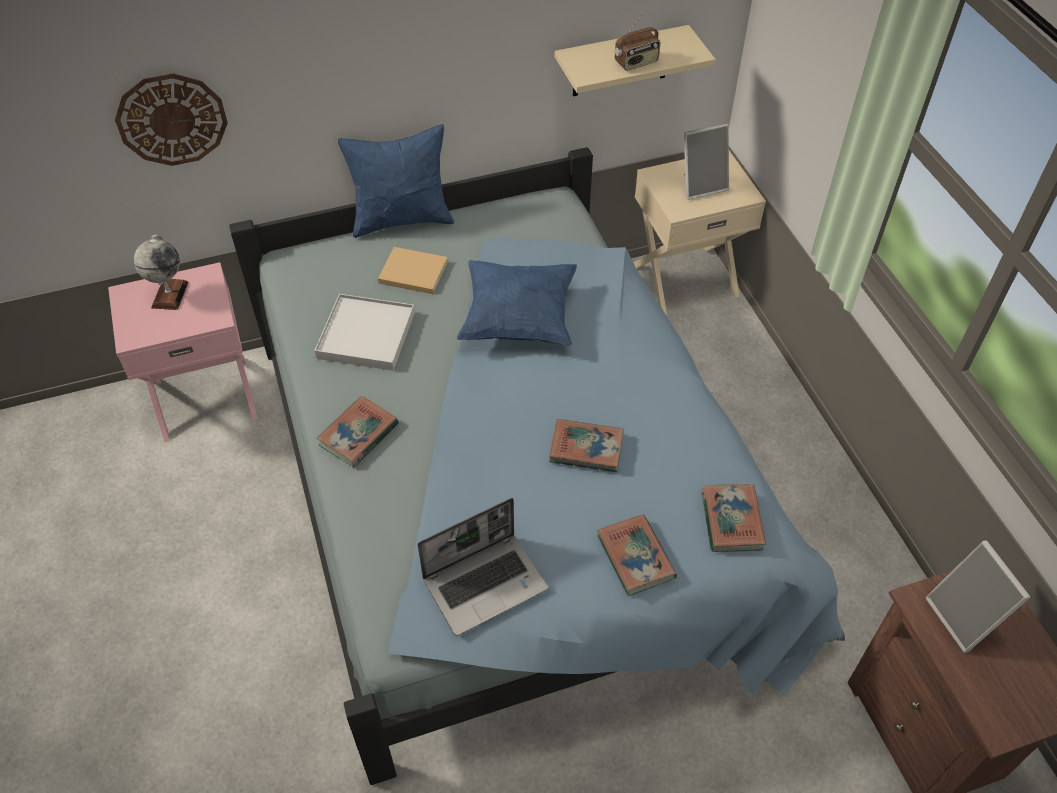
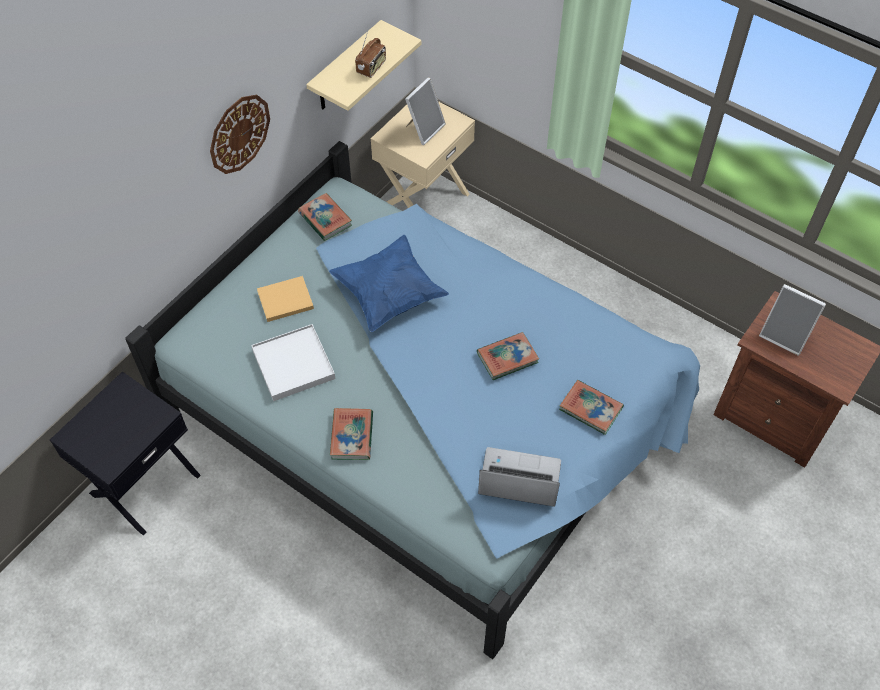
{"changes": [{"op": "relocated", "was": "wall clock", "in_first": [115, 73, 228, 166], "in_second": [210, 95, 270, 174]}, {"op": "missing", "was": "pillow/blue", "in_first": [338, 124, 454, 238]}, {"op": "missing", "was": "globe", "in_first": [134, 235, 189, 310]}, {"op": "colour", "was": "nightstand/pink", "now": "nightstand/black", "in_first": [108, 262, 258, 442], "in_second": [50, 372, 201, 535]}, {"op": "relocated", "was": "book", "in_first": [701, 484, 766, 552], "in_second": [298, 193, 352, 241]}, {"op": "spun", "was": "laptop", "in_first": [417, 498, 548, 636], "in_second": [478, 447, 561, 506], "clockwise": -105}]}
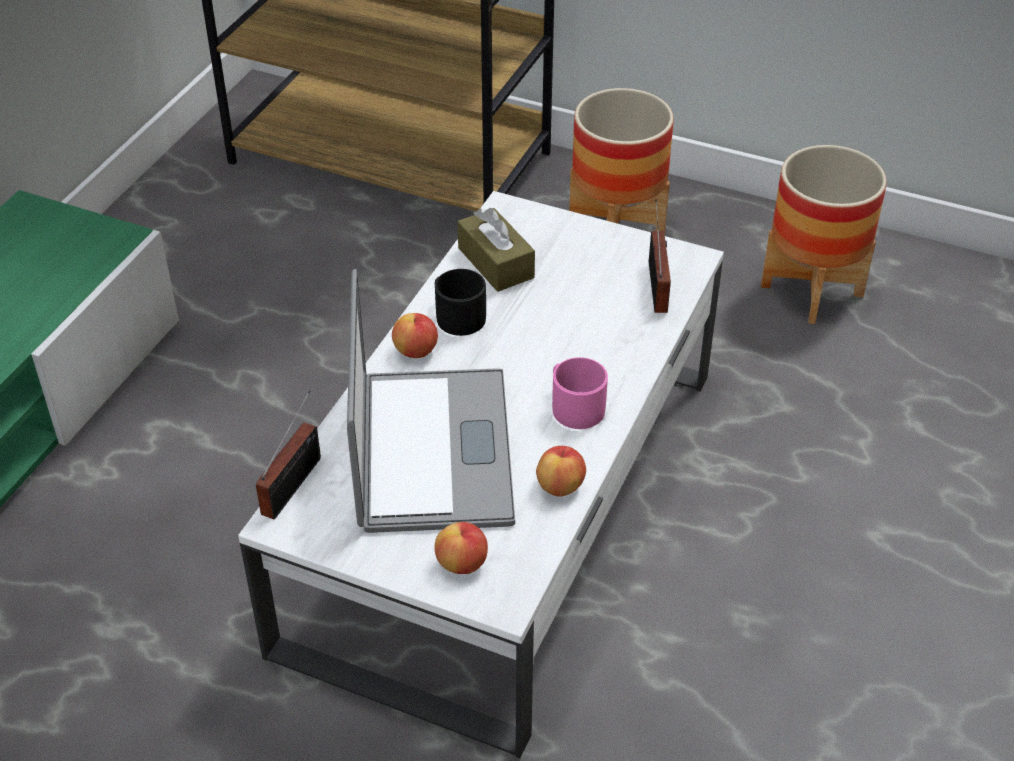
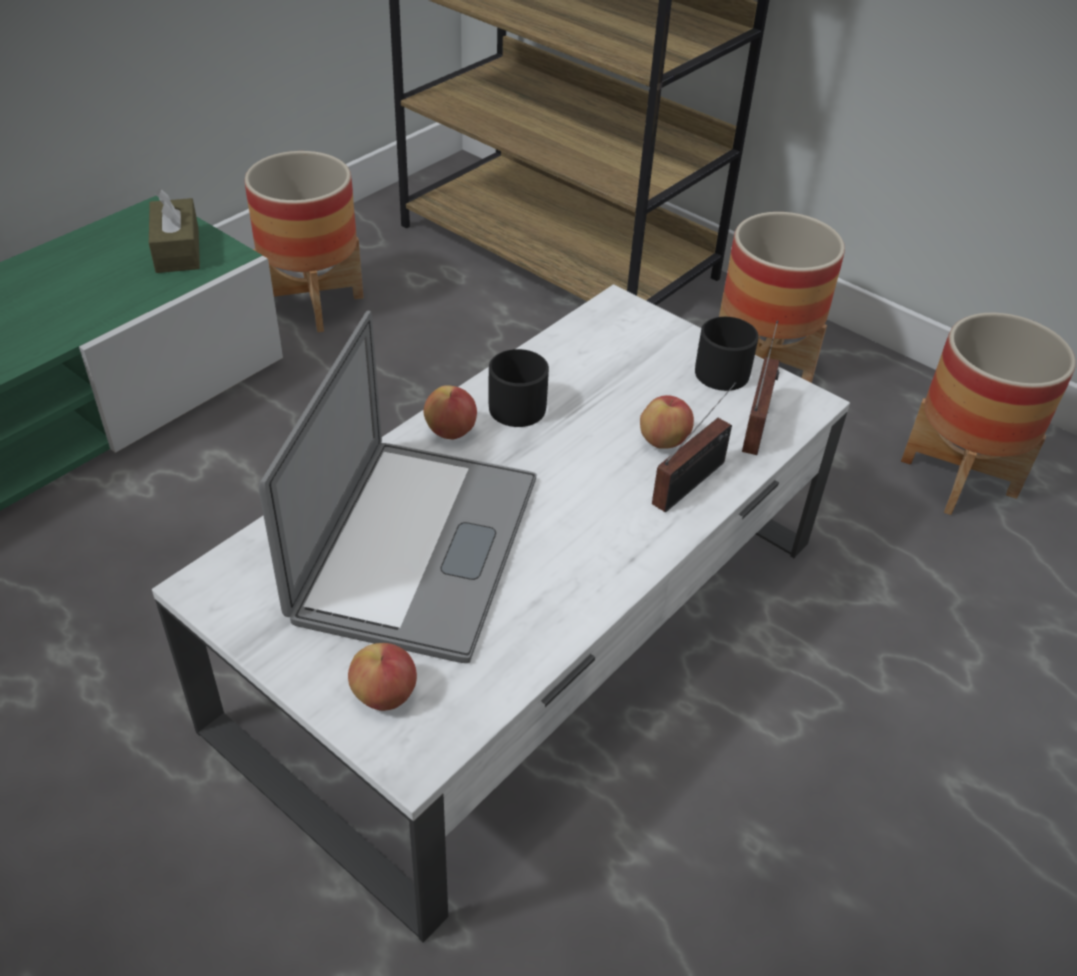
{"changes": [{"op": "relocated", "was": "tissue box/brown", "in_first": [458, 208, 535, 292], "in_second": [149, 188, 200, 273]}, {"op": "missing", "was": "mug/pink", "in_first": [552, 357, 608, 429]}, {"op": "relocated", "was": "radio", "in_first": [256, 390, 321, 519], "in_second": [652, 382, 737, 512]}, {"op": "relocated", "was": "apple", "in_first": [536, 446, 586, 497], "in_second": [640, 395, 694, 449]}, {"op": "appeared", "now": "planter", "in_second": [245, 151, 363, 332]}, {"op": "appeared", "now": "mug/black", "in_second": [695, 317, 759, 391]}]}
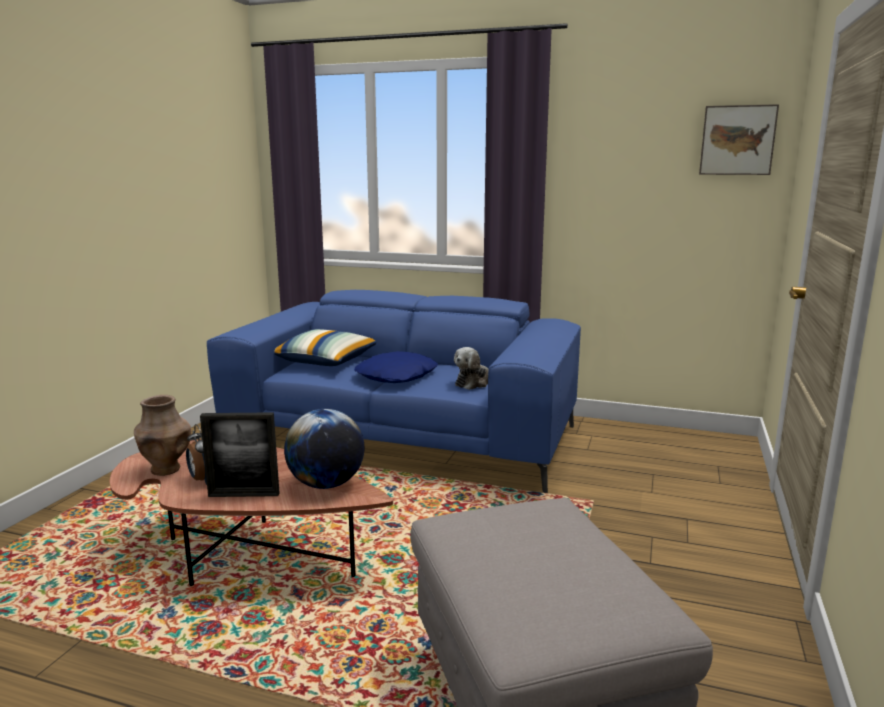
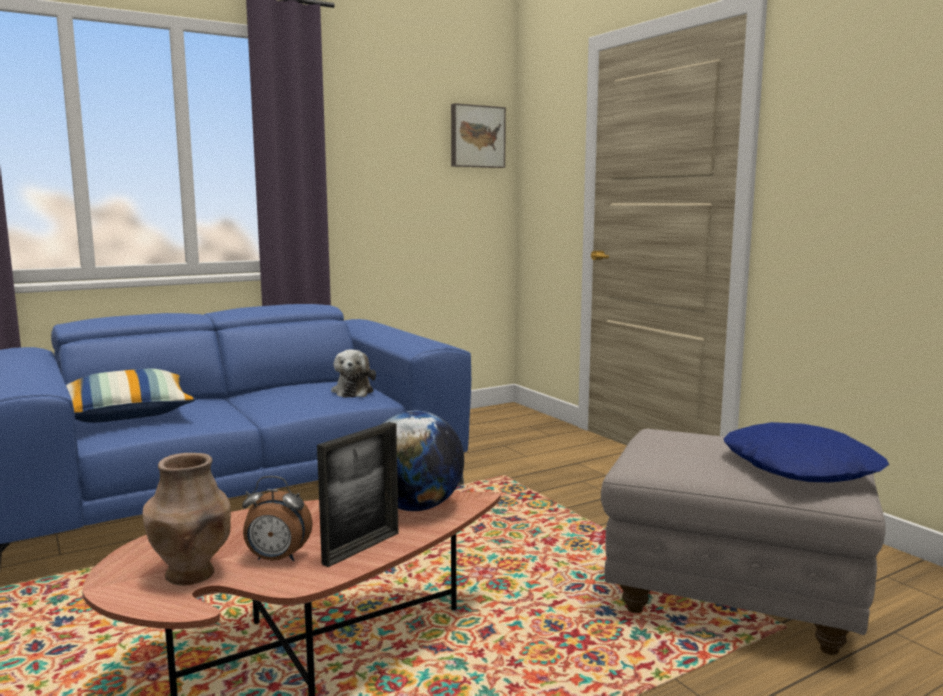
{"changes": [{"op": "relocated", "was": "pillow/blue", "in_first": [354, 351, 438, 383], "in_second": [724, 422, 889, 482]}]}
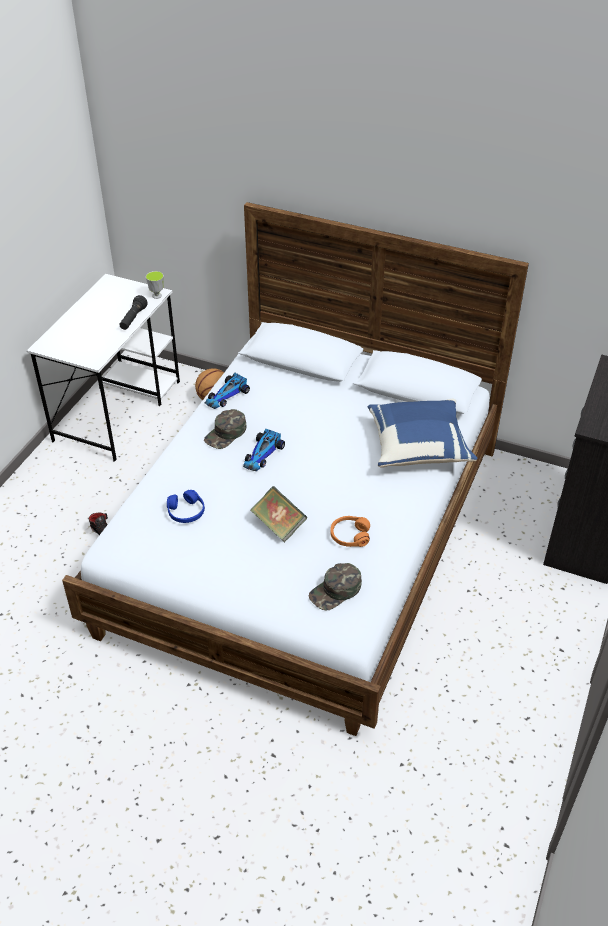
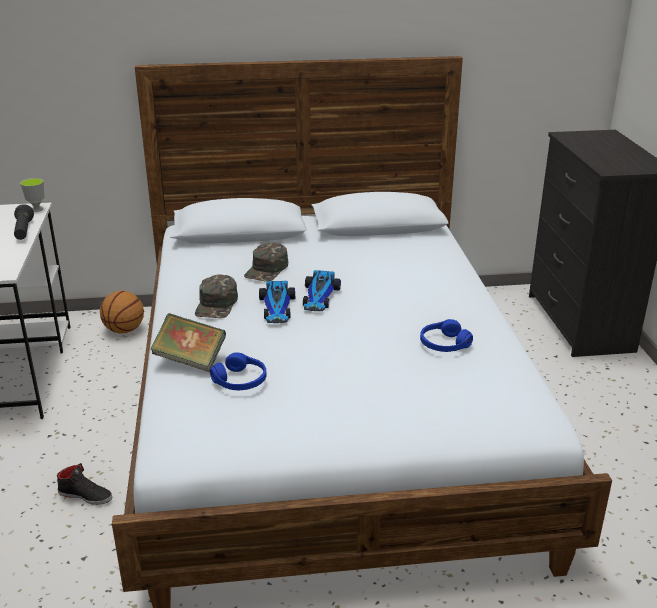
{"changes": [{"op": "relocated", "was": "toy car", "in_first": [205, 373, 250, 409], "in_second": [303, 270, 341, 311]}, {"op": "missing", "was": "pillow/blue", "in_first": [368, 398, 477, 468]}, {"op": "relocated", "was": "book", "in_first": [250, 486, 308, 542], "in_second": [151, 313, 226, 372]}, {"op": "colour", "was": "headphones/orange", "now": "headphones/blue", "in_first": [330, 516, 370, 547], "in_second": [420, 319, 473, 352]}, {"op": "relocated", "was": "cap/green", "in_first": [309, 563, 362, 610], "in_second": [244, 243, 288, 282]}]}
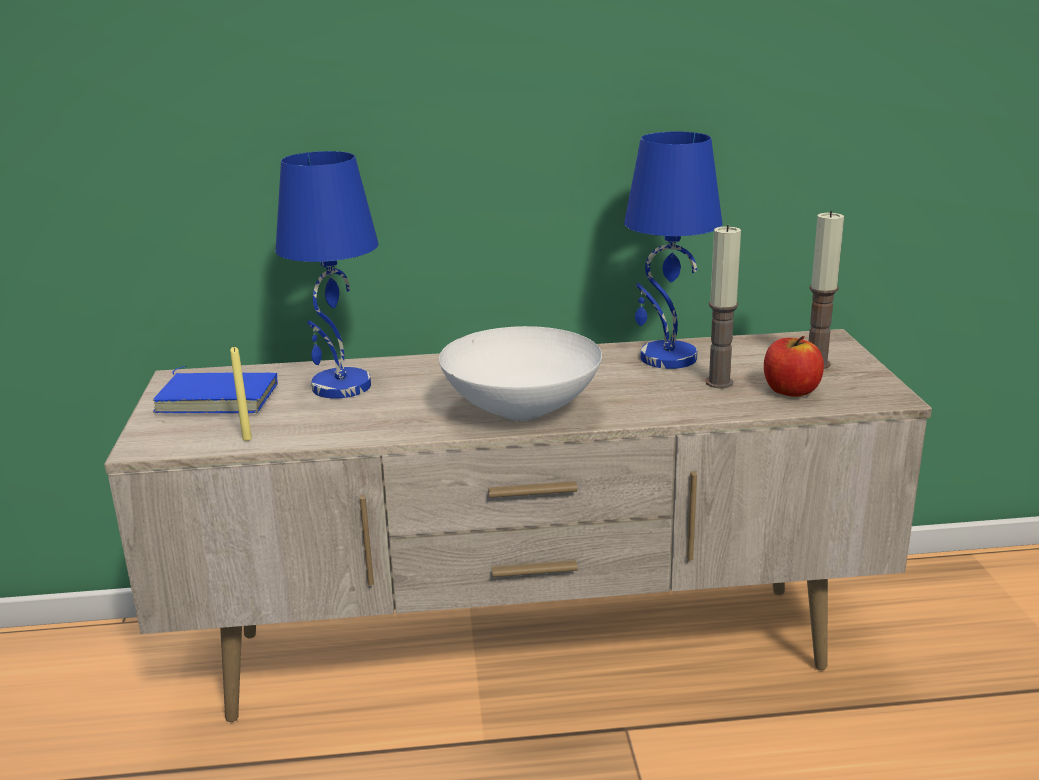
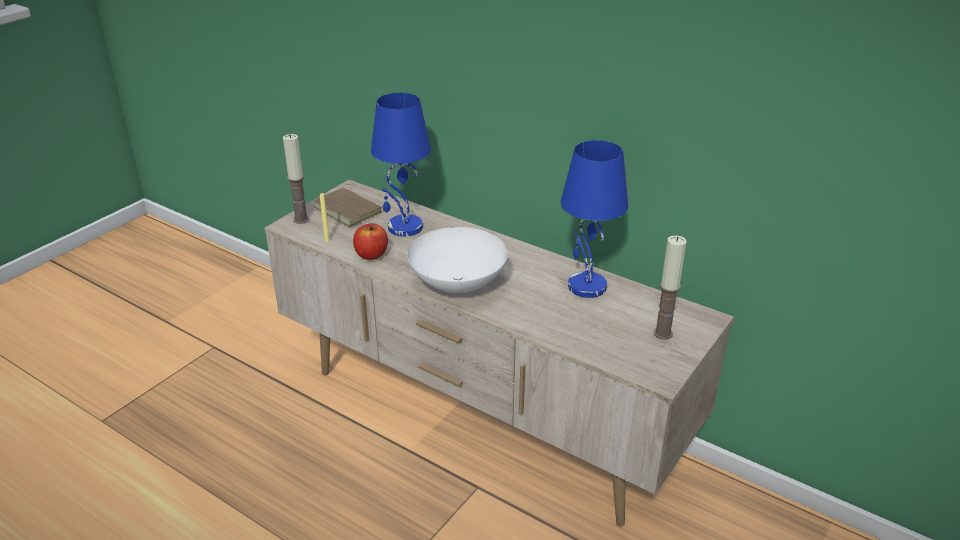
{"changes": [{"op": "relocated", "was": "candle", "in_first": [705, 225, 741, 388], "in_second": [283, 134, 309, 224]}, {"op": "relocated", "was": "apple", "in_first": [764, 336, 824, 397], "in_second": [353, 223, 388, 260]}, {"op": "colour", "was": "book/blue", "now": "book/brown", "in_first": [152, 366, 278, 413], "in_second": [313, 184, 382, 227]}]}
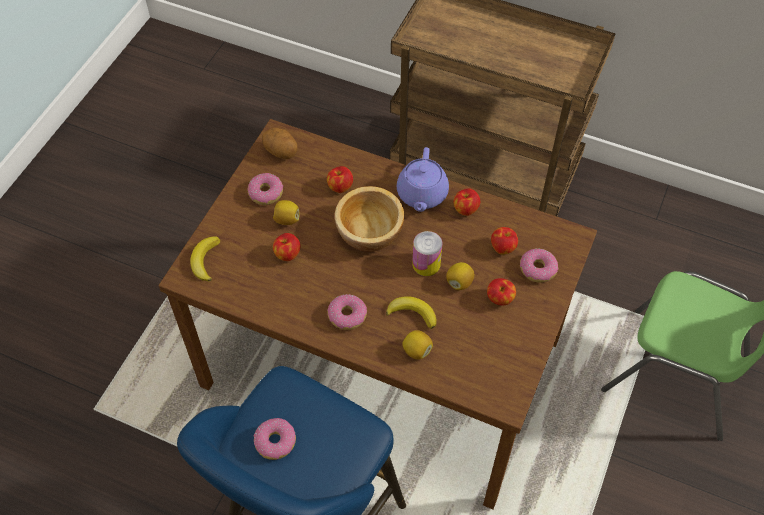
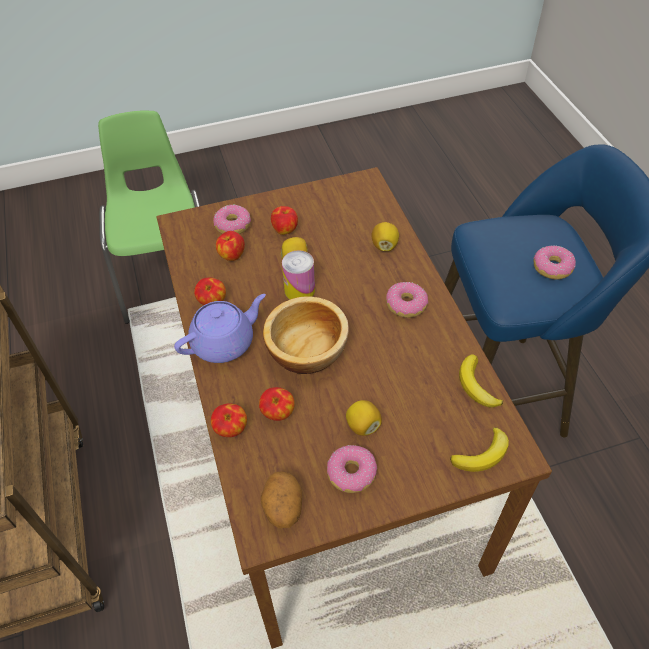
{"changes": [{"op": "relocated", "was": "apple", "in_first": [273, 233, 301, 261], "in_second": [211, 403, 247, 437]}, {"op": "relocated", "was": "banana", "in_first": [386, 296, 437, 329], "in_second": [459, 354, 503, 407]}]}
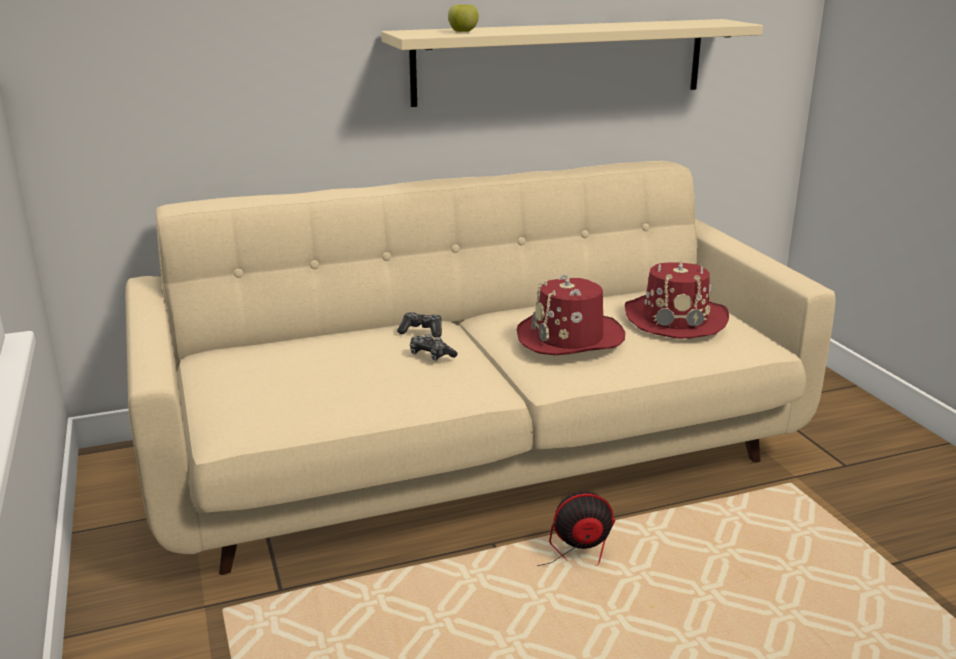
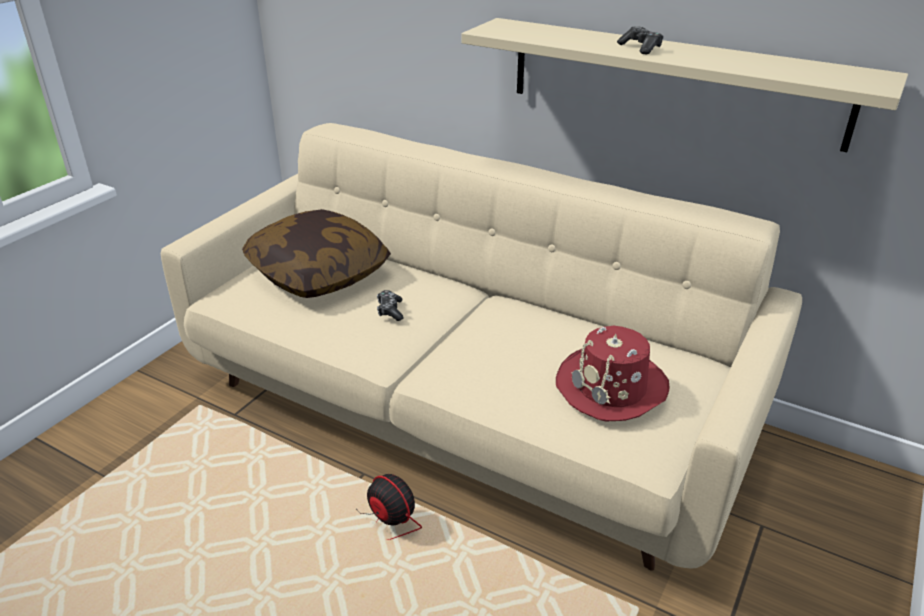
{"changes": [{"op": "missing", "was": "apple", "in_first": [448, 4, 479, 32]}, {"op": "missing", "was": "hat/red", "in_first": [517, 274, 625, 355]}, {"op": "relocated", "was": "game controller", "in_first": [397, 312, 442, 337], "in_second": [617, 26, 664, 54]}, {"op": "appeared", "now": "pillow", "in_second": [242, 209, 391, 298]}]}
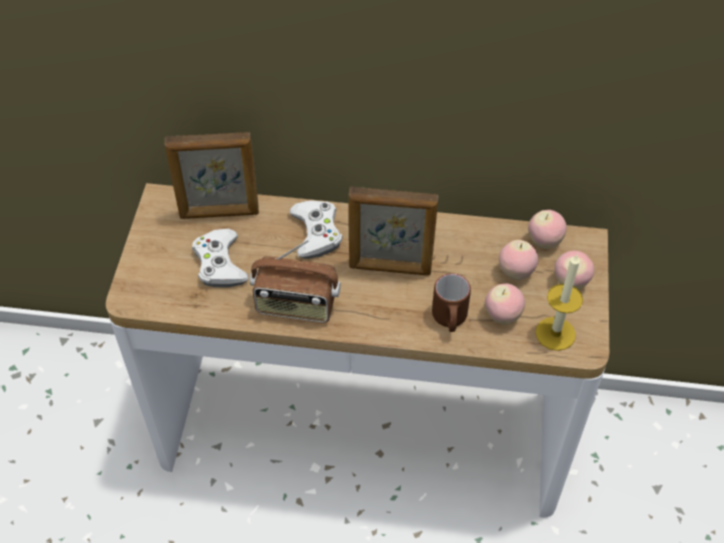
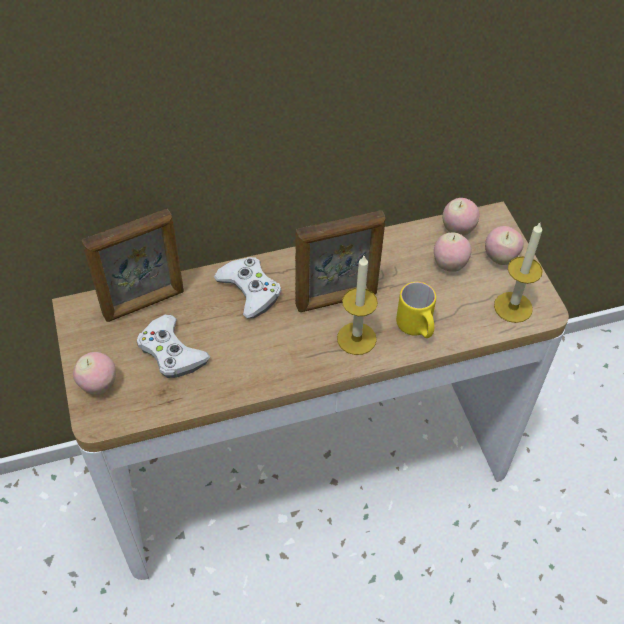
{"changes": [{"op": "missing", "was": "radio", "in_first": [250, 240, 341, 323]}, {"op": "colour", "was": "mug/brown", "now": "mug/yellow", "in_first": [432, 273, 471, 332], "in_second": [396, 282, 436, 338]}, {"op": "relocated", "was": "apple", "in_first": [485, 283, 525, 325], "in_second": [73, 352, 116, 395]}, {"op": "appeared", "now": "candle", "in_second": [337, 256, 378, 355]}]}
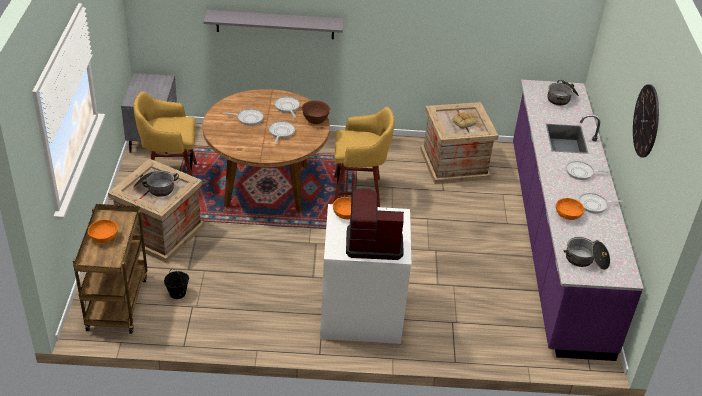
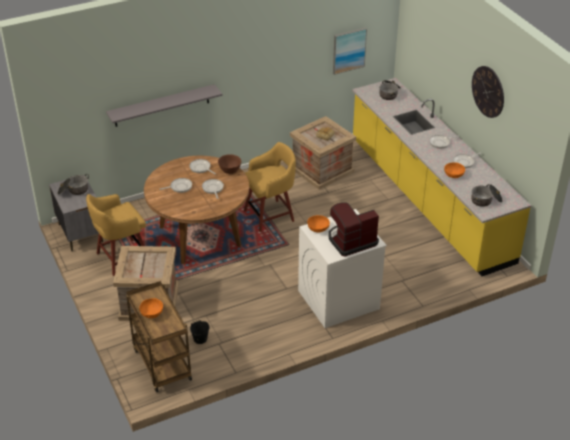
{"changes": [{"op": "colour", "was": "counter/purple", "now": "counter/yellow", "in_first": [513, 80, 644, 361], "in_second": [352, 78, 532, 276]}, {"op": "relocated", "was": "cooking pot", "in_first": [134, 171, 179, 197], "in_second": [57, 174, 89, 195]}, {"op": "appeared", "now": "picture", "in_second": [333, 28, 367, 75]}]}
